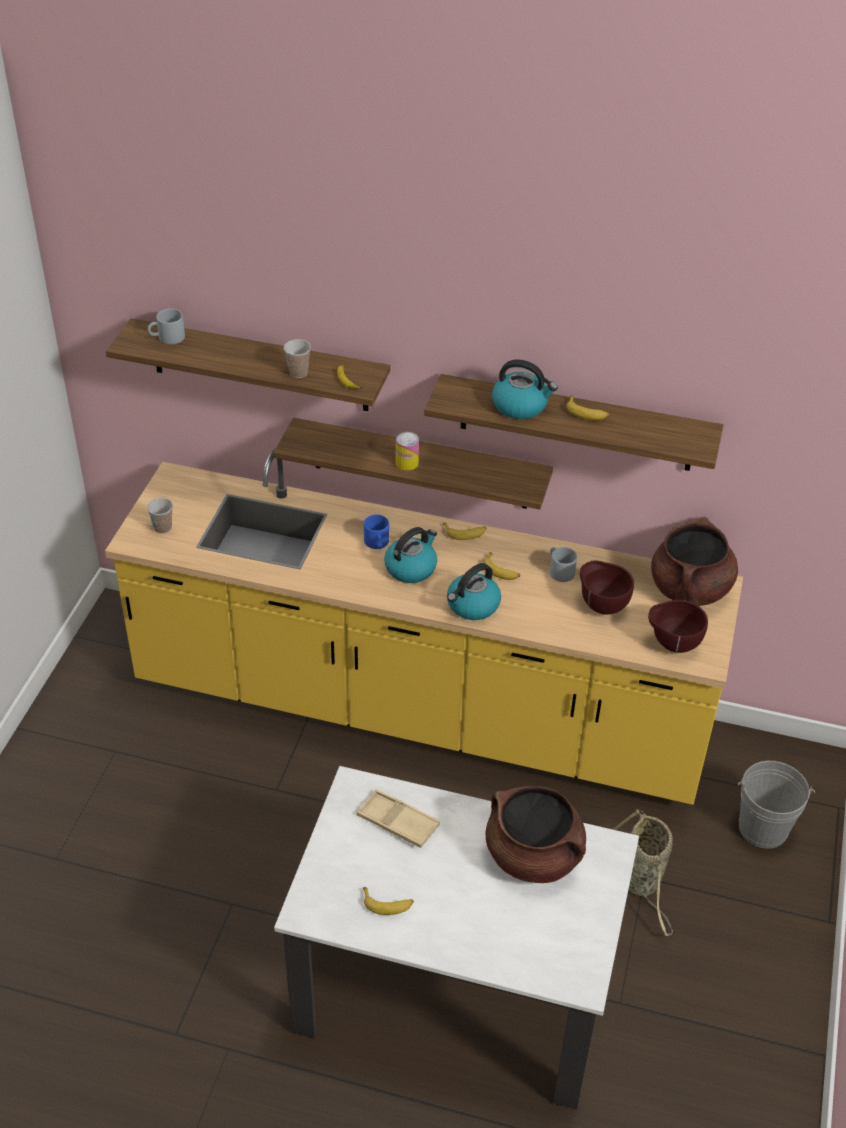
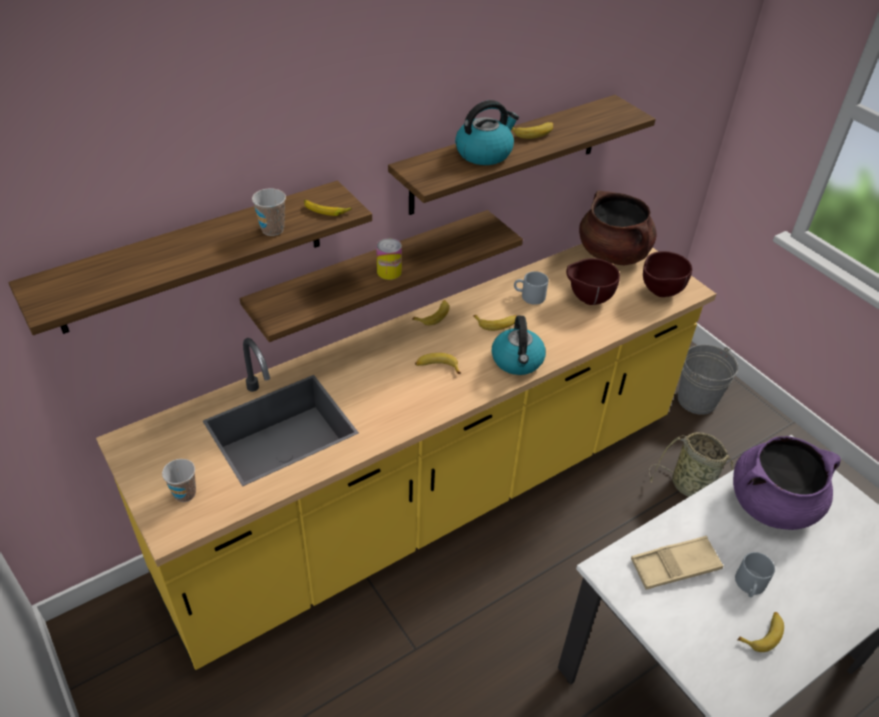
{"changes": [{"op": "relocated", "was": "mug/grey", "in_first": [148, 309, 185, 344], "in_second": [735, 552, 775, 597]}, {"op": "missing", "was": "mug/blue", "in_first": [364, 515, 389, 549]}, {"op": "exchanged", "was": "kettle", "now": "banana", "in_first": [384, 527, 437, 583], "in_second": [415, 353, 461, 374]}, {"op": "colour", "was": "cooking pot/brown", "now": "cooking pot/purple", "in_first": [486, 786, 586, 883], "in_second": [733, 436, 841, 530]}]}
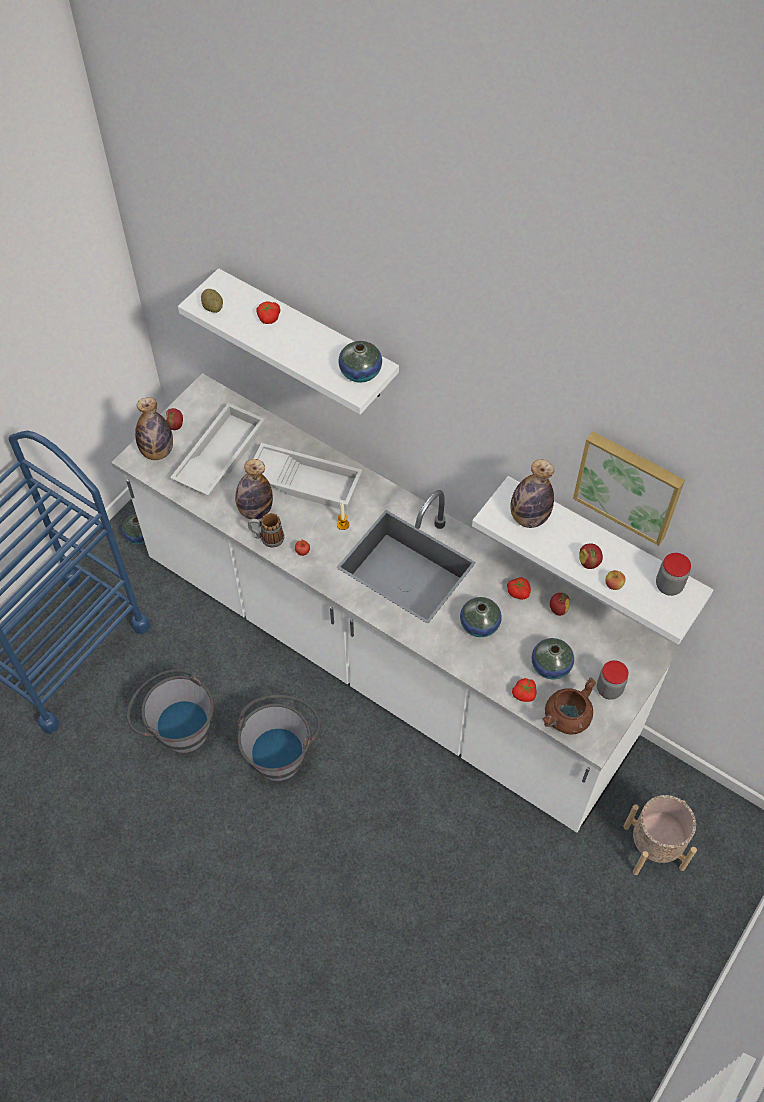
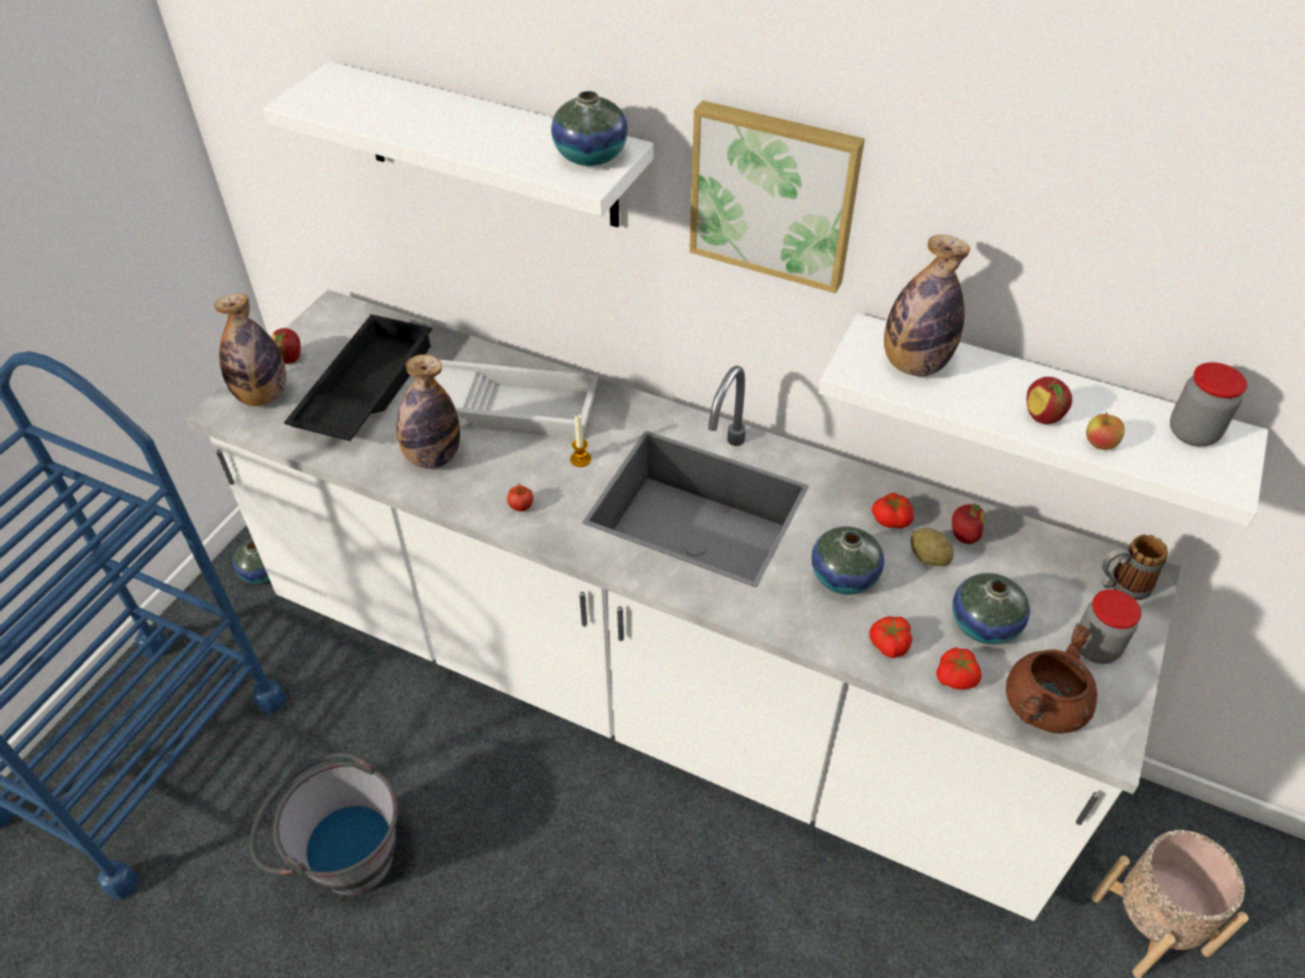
{"changes": [{"op": "relocated", "was": "potato", "in_first": [201, 289, 223, 313], "in_second": [910, 528, 954, 566]}, {"op": "relocated", "was": "tomato", "in_first": [256, 301, 280, 324], "in_second": [869, 616, 912, 658]}, {"op": "colour", "was": "tray/white", "now": "tray/black", "in_first": [170, 403, 265, 496], "in_second": [284, 314, 432, 441]}, {"op": "relocated", "was": "picture", "in_first": [573, 431, 685, 546], "in_second": [690, 100, 865, 293]}, {"op": "relocated", "was": "mug", "in_first": [248, 513, 284, 548], "in_second": [1101, 534, 1168, 600]}, {"op": "missing", "was": "bucket/grey", "in_first": [238, 695, 321, 781]}]}
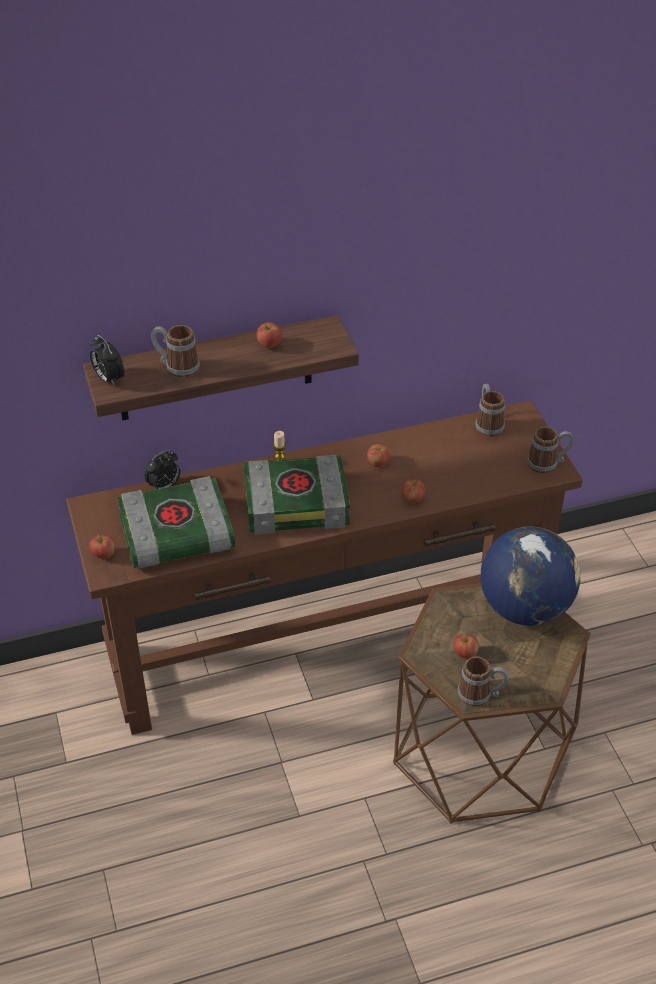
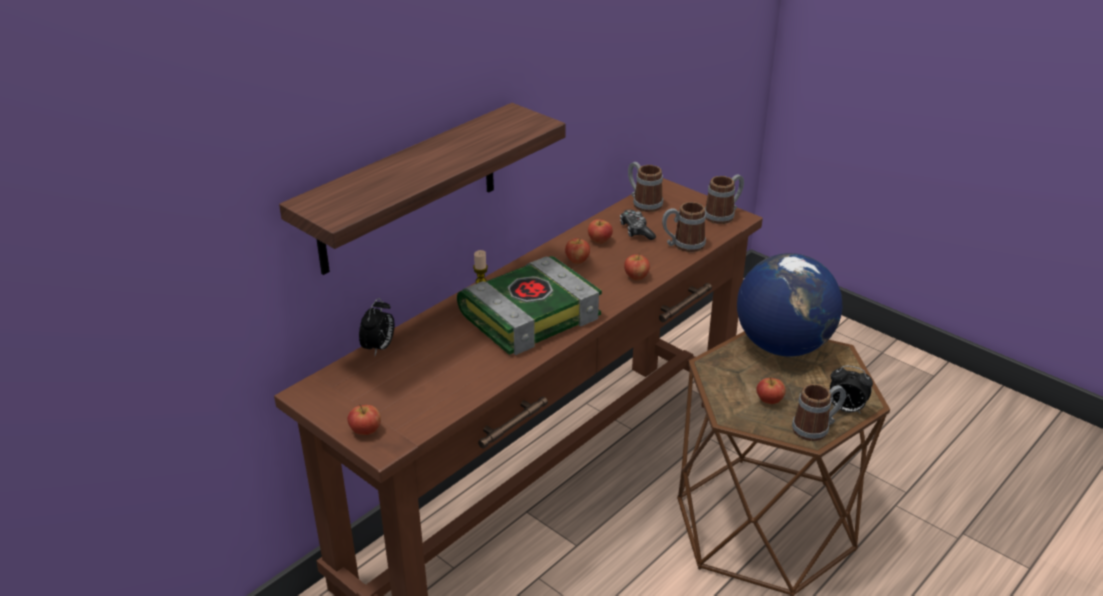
{"changes": [{"op": "relocated", "was": "apple", "in_first": [257, 322, 282, 348], "in_second": [588, 219, 613, 244]}, {"op": "relocated", "was": "mug", "in_first": [151, 325, 200, 378], "in_second": [662, 202, 706, 252]}, {"op": "relocated", "was": "alarm clock", "in_first": [90, 335, 125, 387], "in_second": [830, 366, 873, 414]}, {"op": "missing", "was": "book", "in_first": [117, 476, 235, 568]}, {"op": "appeared", "now": "game controller", "in_second": [620, 210, 656, 240]}]}
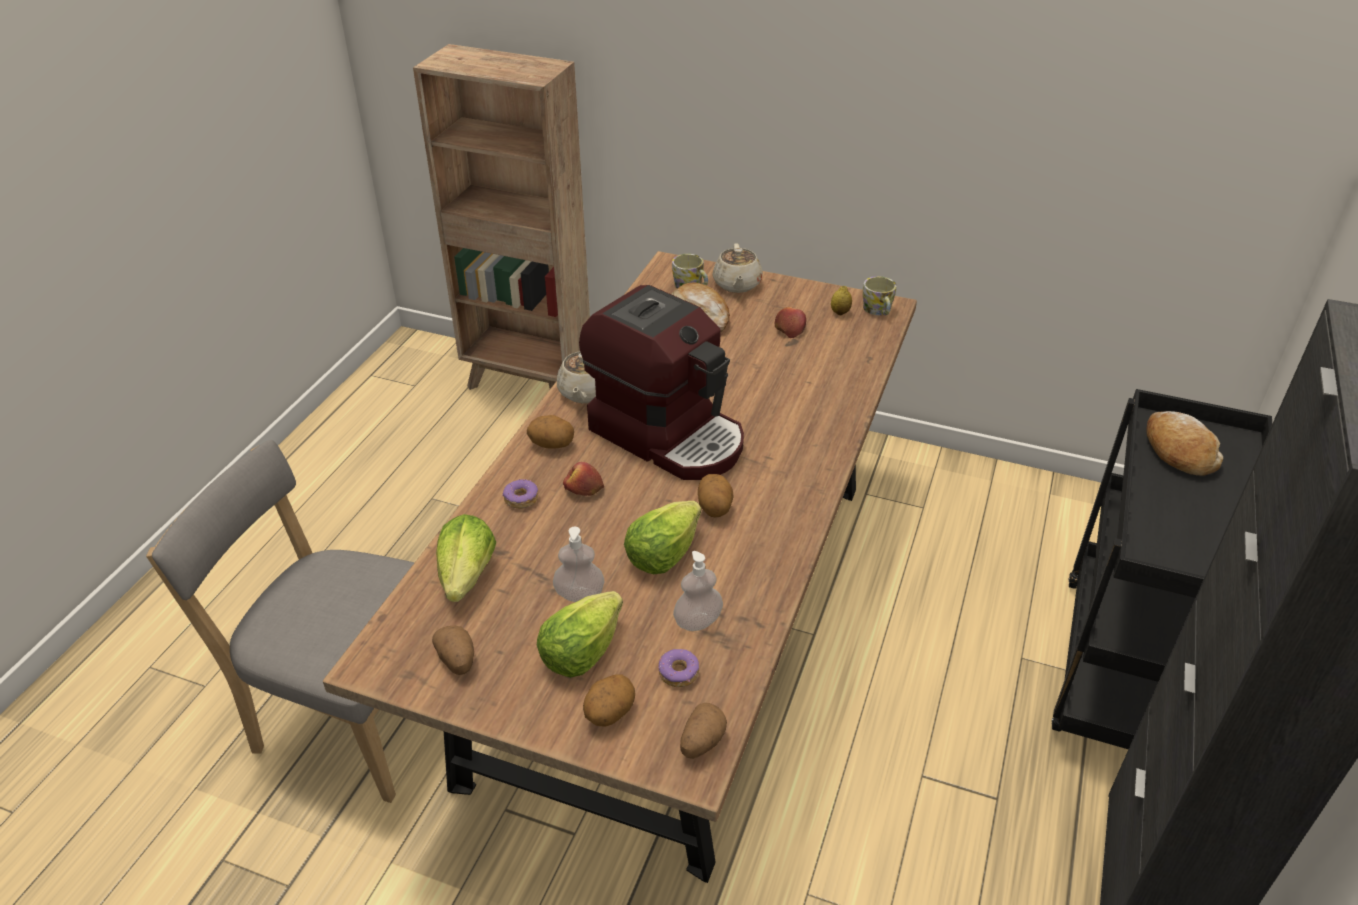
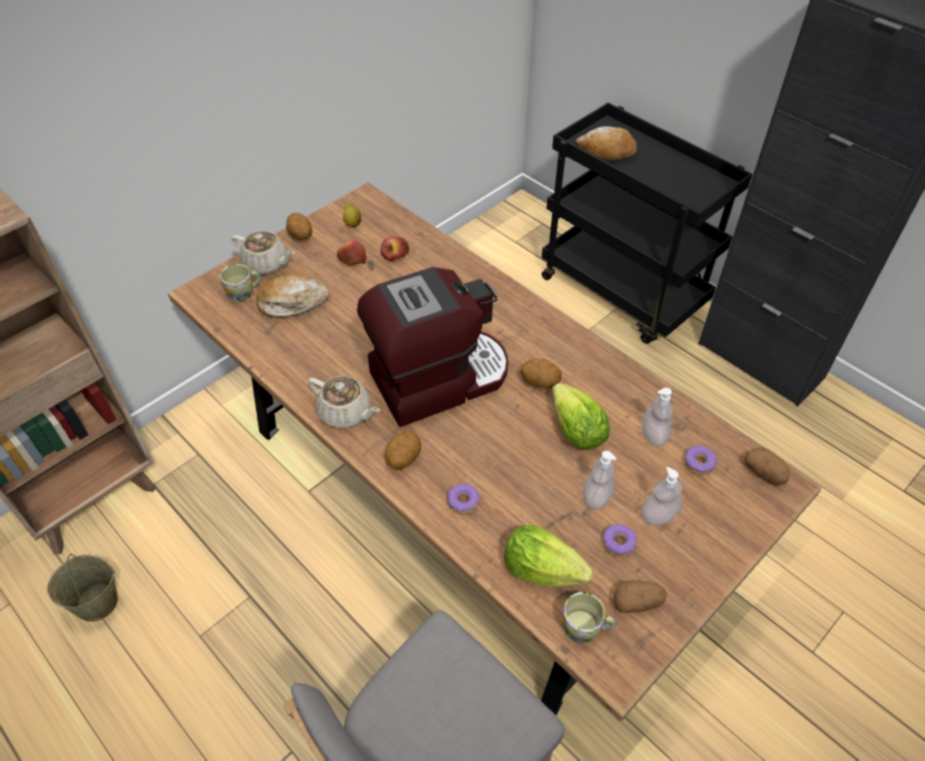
{"changes": [{"op": "relocated", "was": "mug", "in_first": [863, 276, 896, 315], "in_second": [562, 592, 616, 643]}, {"op": "relocated", "was": "apple", "in_first": [563, 462, 604, 496], "in_second": [381, 237, 409, 261]}, {"op": "exchanged", "was": "lettuce", "now": "soap dispenser", "in_first": [537, 591, 623, 678], "in_second": [641, 467, 683, 525]}, {"op": "relocated", "was": "potato", "in_first": [583, 674, 635, 727], "in_second": [286, 213, 312, 240]}, {"op": "appeared", "now": "donut", "in_second": [603, 524, 637, 557]}, {"op": "appeared", "now": "bucket/beige", "in_second": [47, 554, 118, 622]}]}
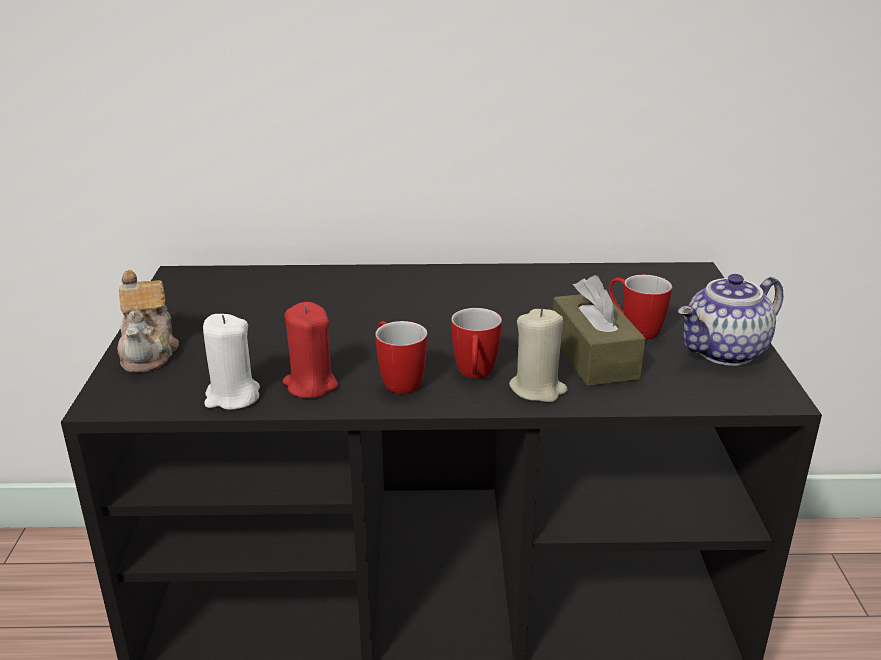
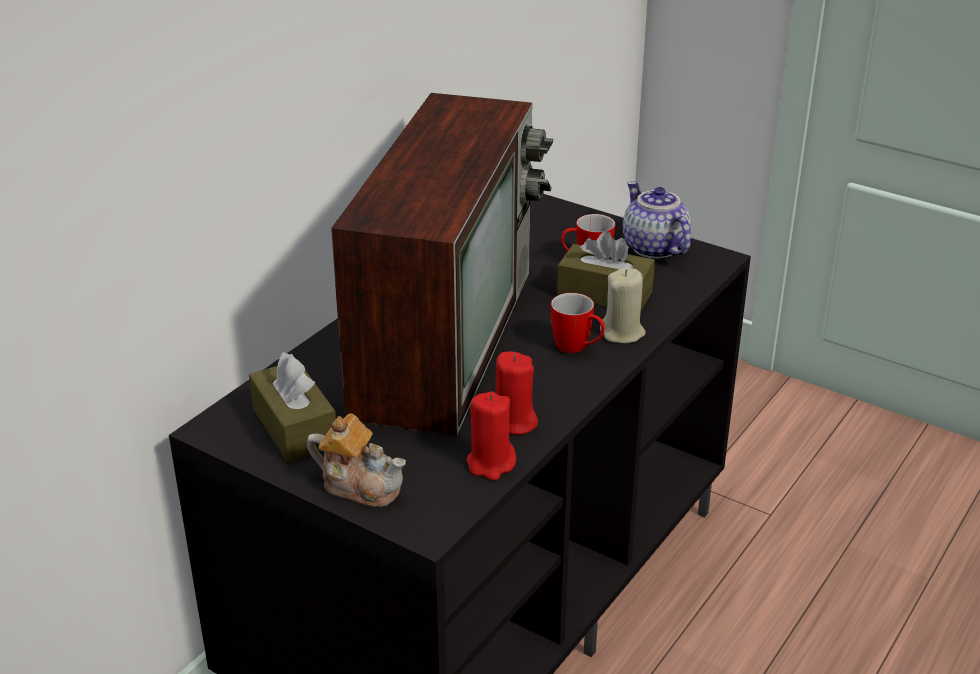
{"changes": [{"op": "spun", "was": "teapot", "in_first": [678, 274, 784, 366], "in_second": [623, 181, 691, 259], "clockwise": 150}, {"op": "colour", "was": "candle/white", "now": "candle/red", "in_first": [203, 314, 260, 410], "in_second": [466, 392, 516, 481]}, {"op": "missing", "was": "mug", "in_first": [375, 321, 427, 394]}, {"op": "appeared", "now": "television", "in_second": [331, 93, 553, 436]}, {"op": "appeared", "now": "tissue box/brown", "in_second": [249, 352, 336, 462]}]}
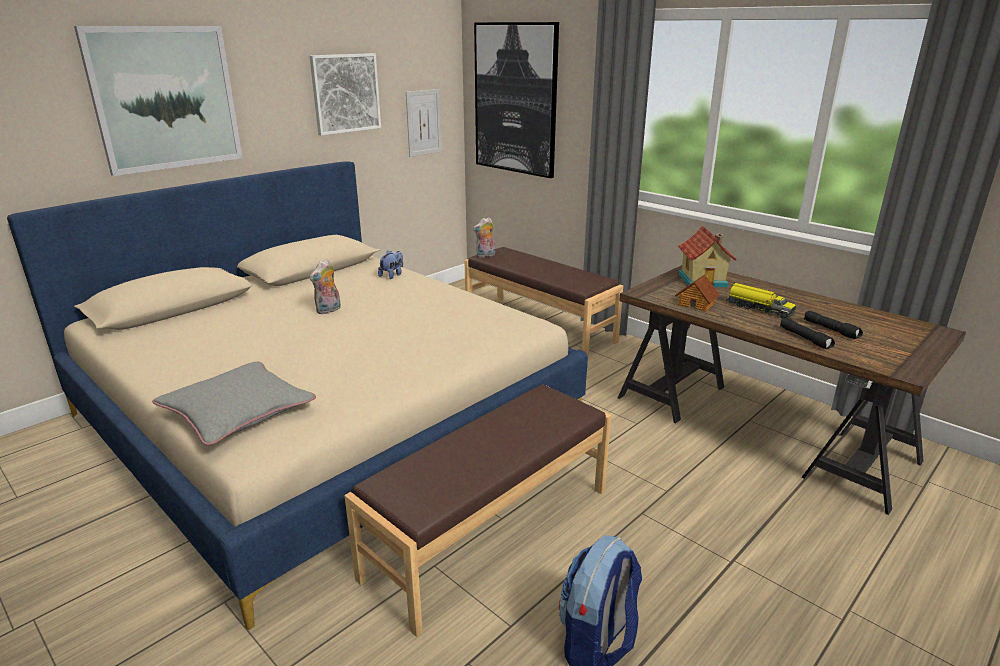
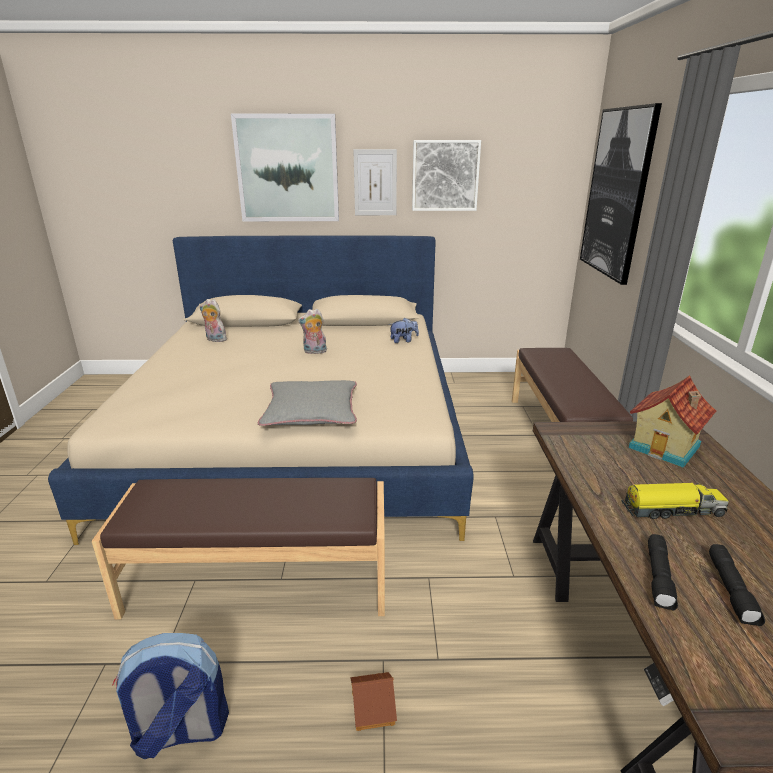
{"changes": [{"op": "relocated", "was": "picture", "in_first": [406, 89, 442, 157], "in_second": [353, 149, 397, 215]}, {"op": "relocated", "was": "plush toy", "in_first": [473, 217, 495, 258], "in_second": [200, 299, 227, 342]}, {"op": "relocated", "was": "toy house", "in_first": [675, 275, 720, 312], "in_second": [351, 672, 397, 731]}, {"op": "spun", "was": "toy truck", "in_first": [726, 283, 796, 319], "in_second": [622, 483, 729, 519], "clockwise": -90}, {"op": "relocated", "was": "pillow/grey", "in_first": [152, 362, 316, 445], "in_second": [258, 380, 357, 426]}]}
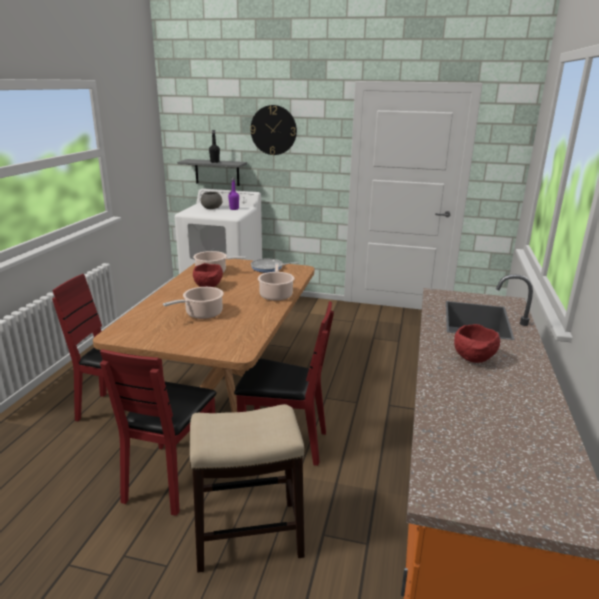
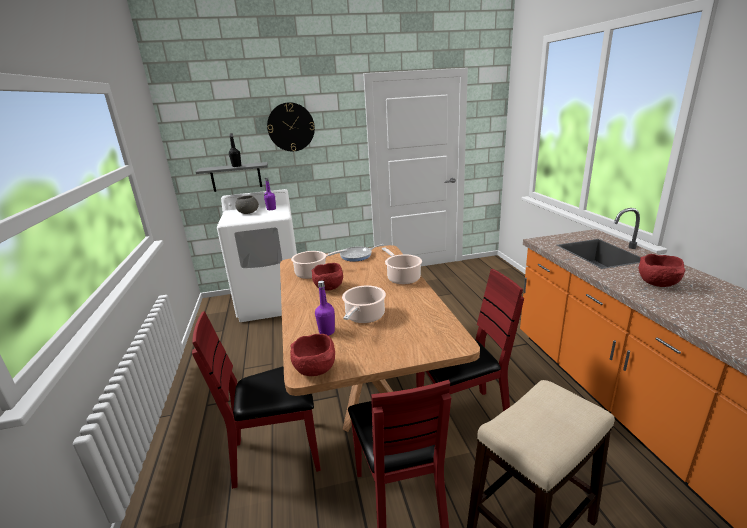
{"changes": [{"op": "appeared", "now": "bottle/purple", "in_second": [315, 281, 335, 336]}, {"op": "appeared", "now": "bowl/red", "in_second": [290, 334, 335, 376]}]}
